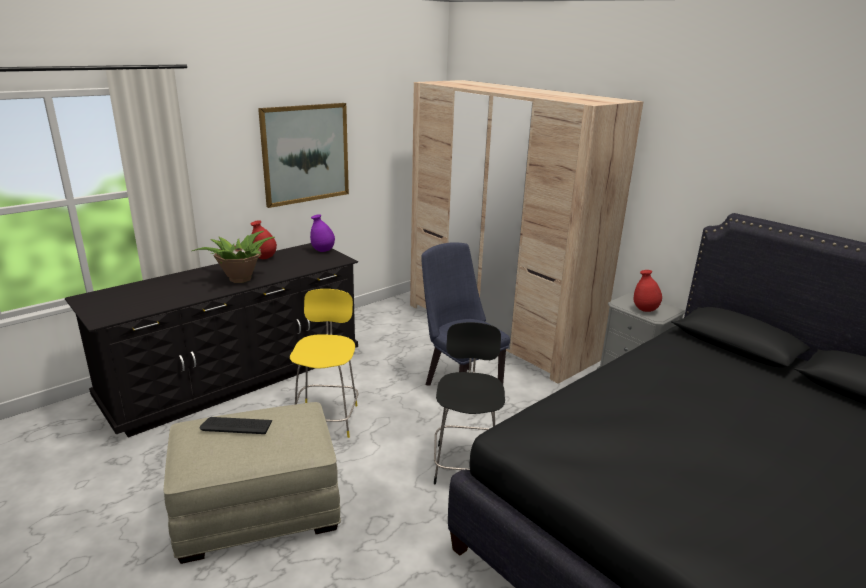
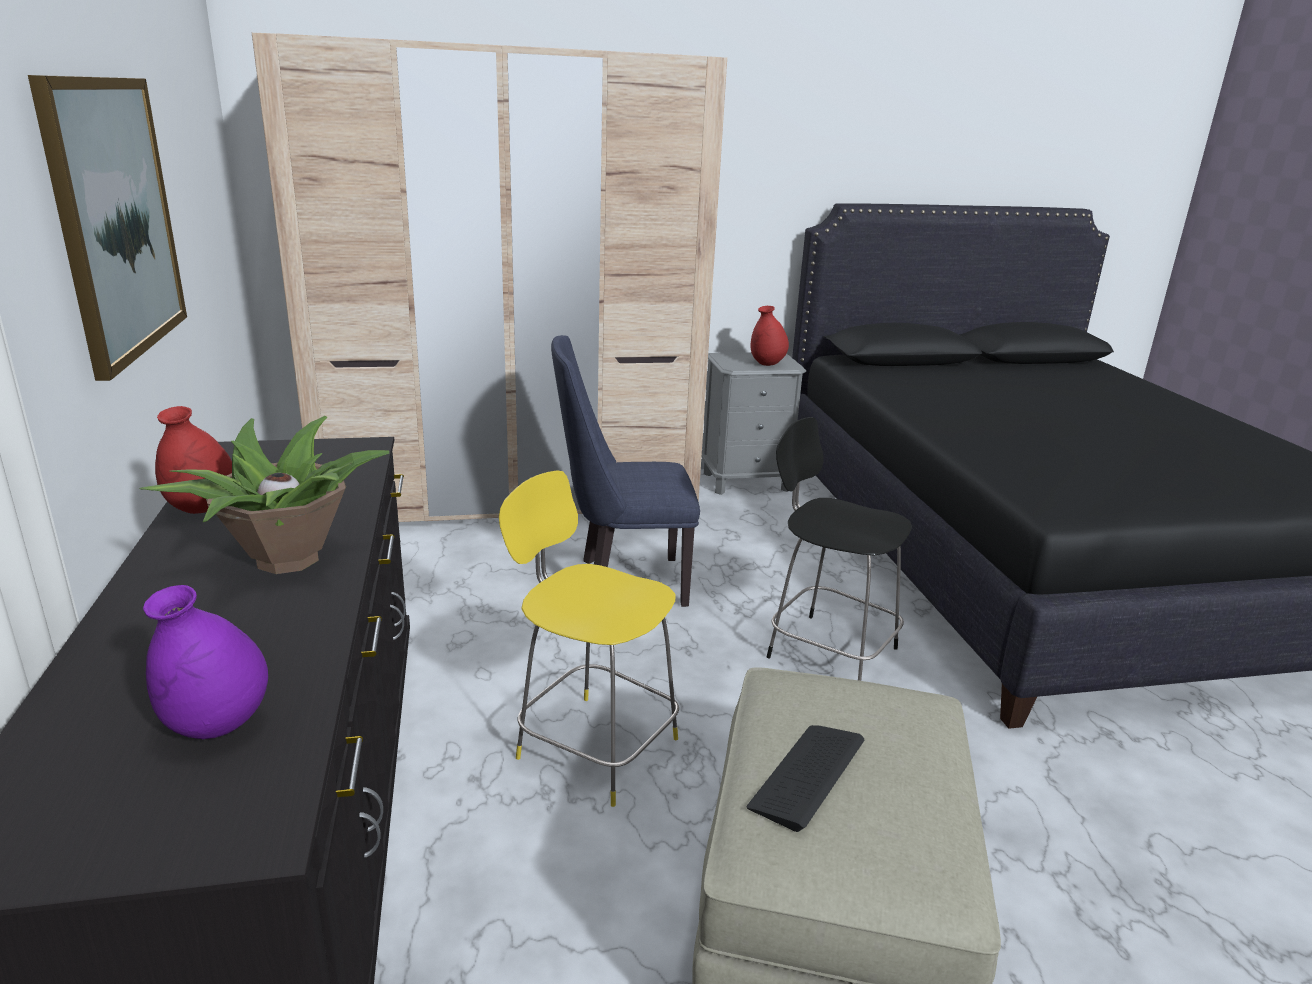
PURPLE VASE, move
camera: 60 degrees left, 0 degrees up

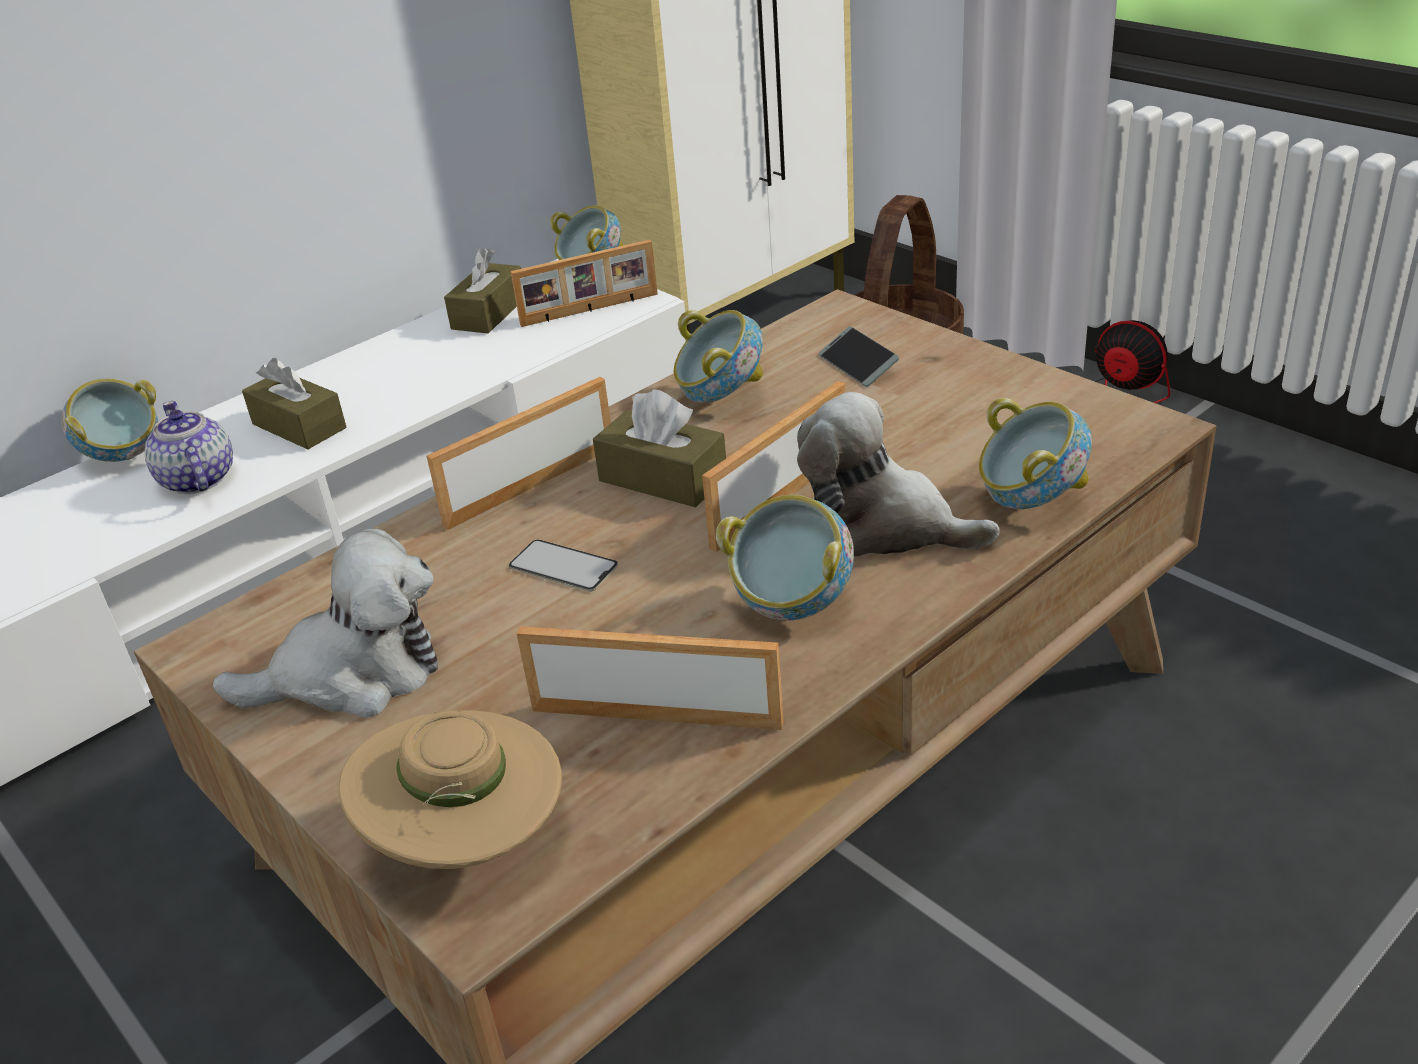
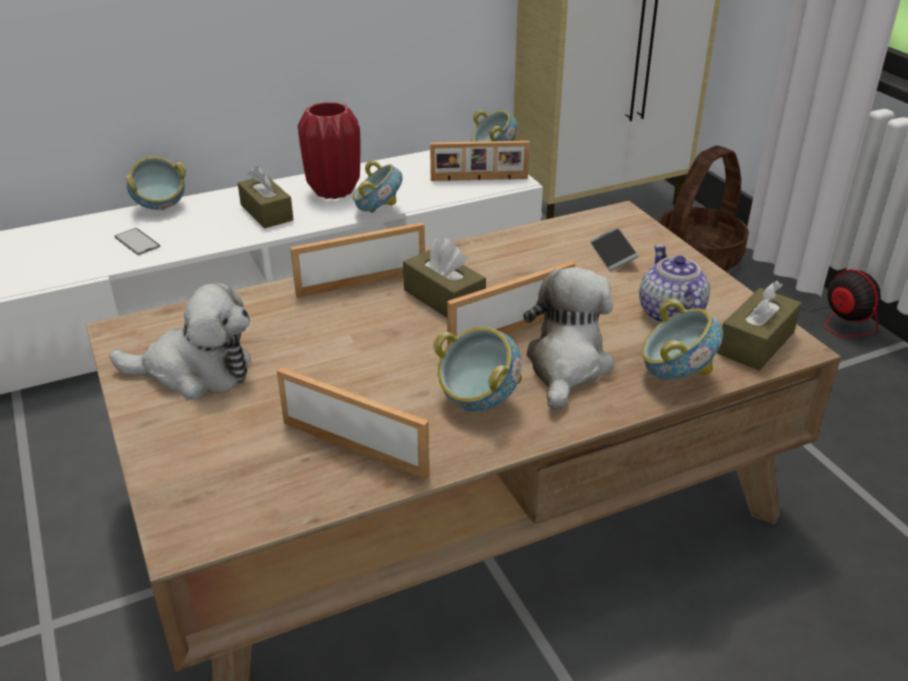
TEAPOT, move
BEIGE HAT => nothing
BROWN TISSUE BOX (2nd from left in the first image) => BROWN TISSUE BOX (3rd from left), move
PHONE (1st from left), move
BOWL (3rd from left in the first image) => BOWL (2nd from left), move
PLUSH TOY (2nd from left), 60 degrees clockwise
nothing => RED VASE
camera: 15 degrees right, 0 degrees up

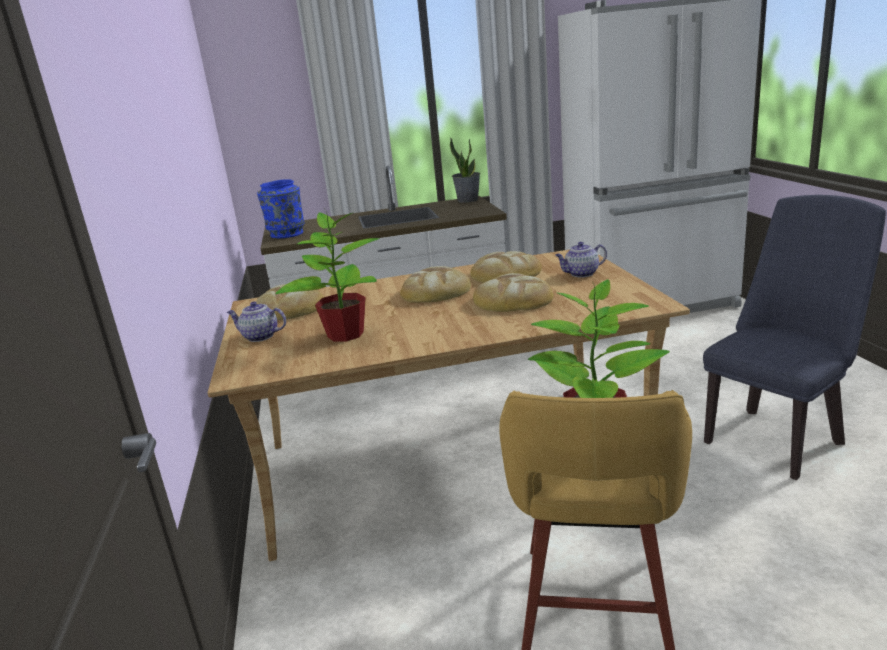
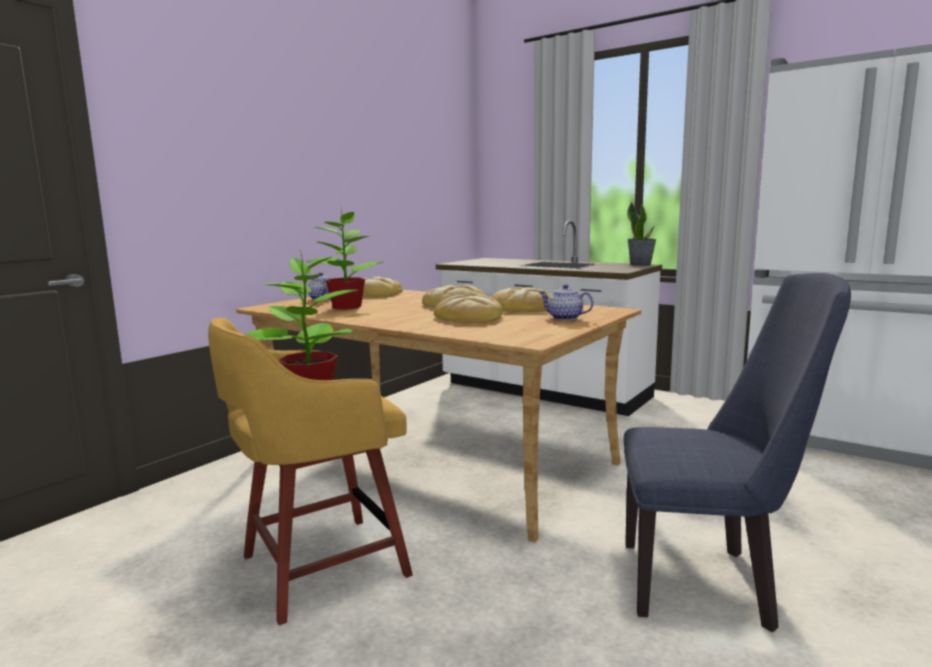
BLUE VASE => nothing
camera: 45 degrees right, 10 degrees down

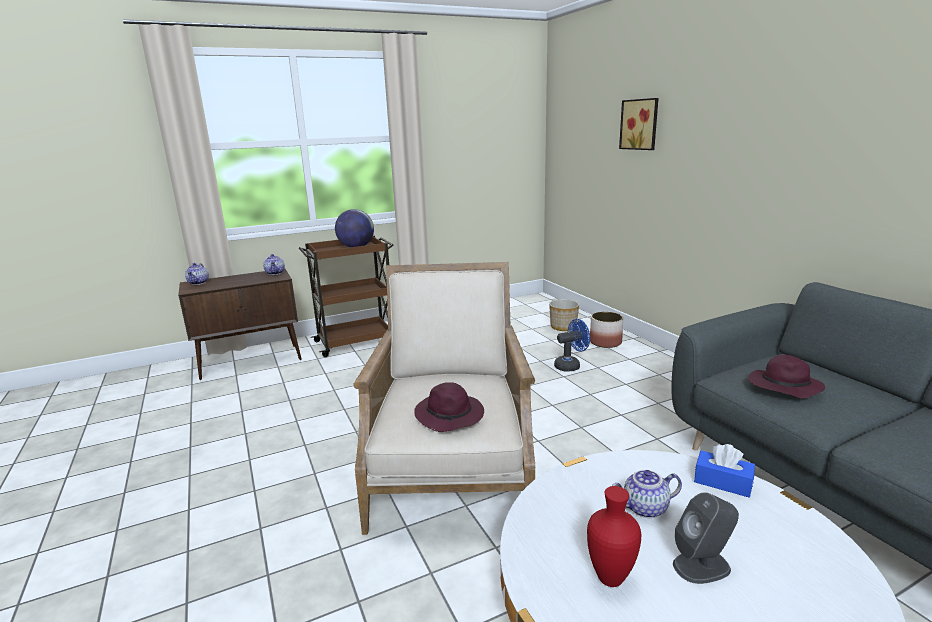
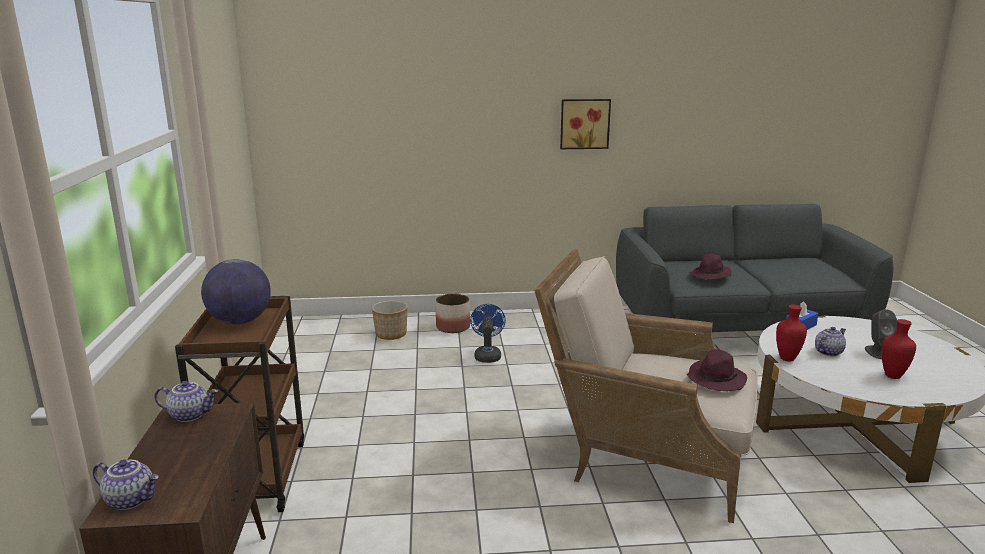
TEAPOT (3rd from left), 135 degrees counterclockwise
PICTURE, move
nothing => RED VASE (1st from left)
camera: 70 degrees left, 0 degrees up

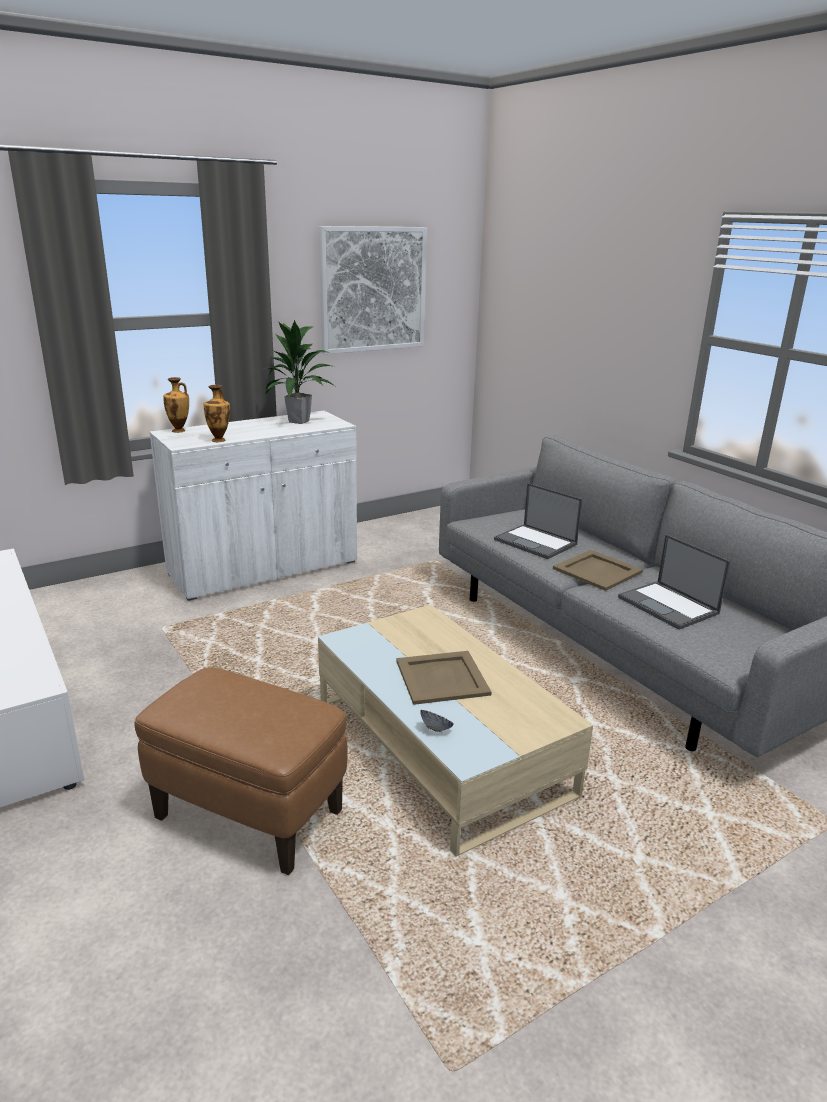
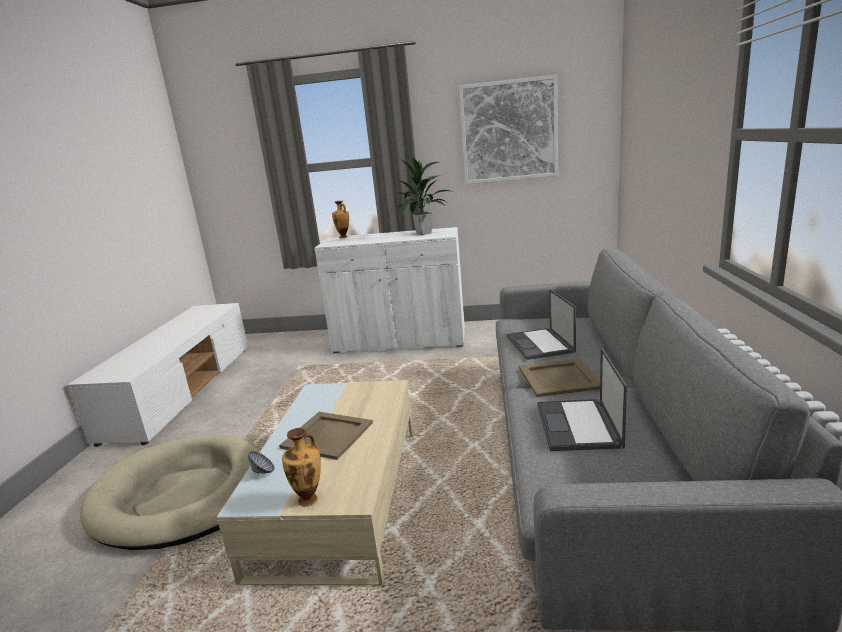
BROWN OTTOMAN => BEIGE DOG BED
VASE (2nd from left in the first image) => VASE (1st from left), move
camera: 40 degrees right, 5 degrees down

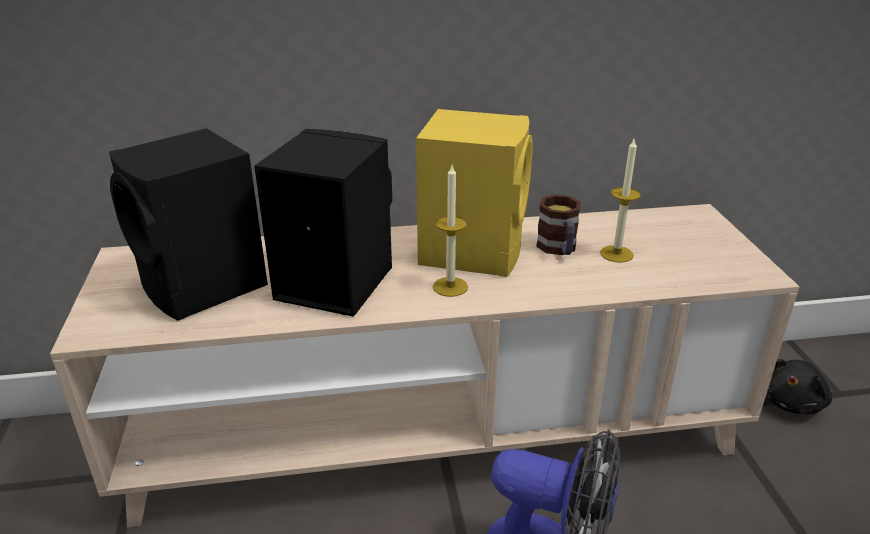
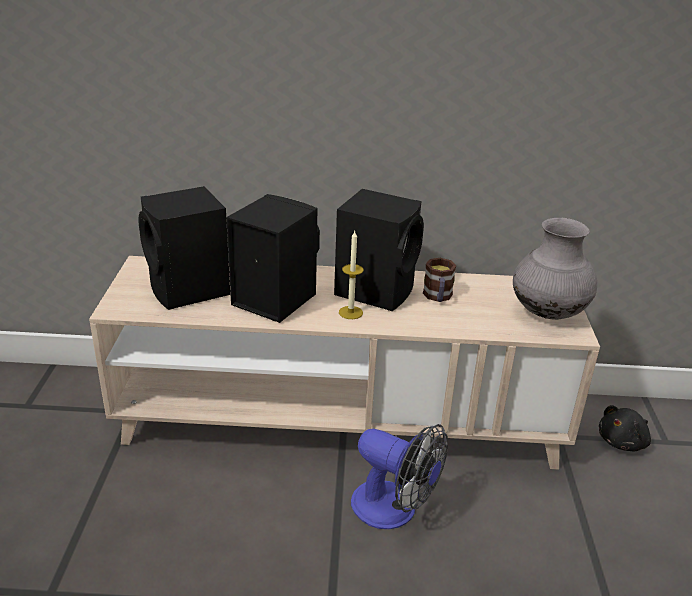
YELLOW SPEAKER => BLACK SPEAKER (3rd from left)
CANDLE (2nd from left) => nothing
nothing => GREY VASE
camera: 10 degrees right, 0 degrees up

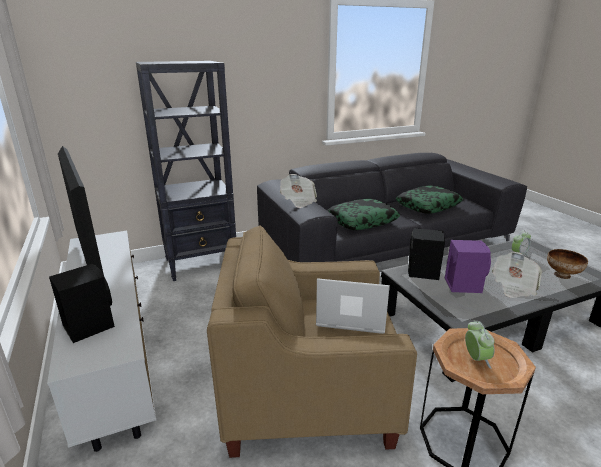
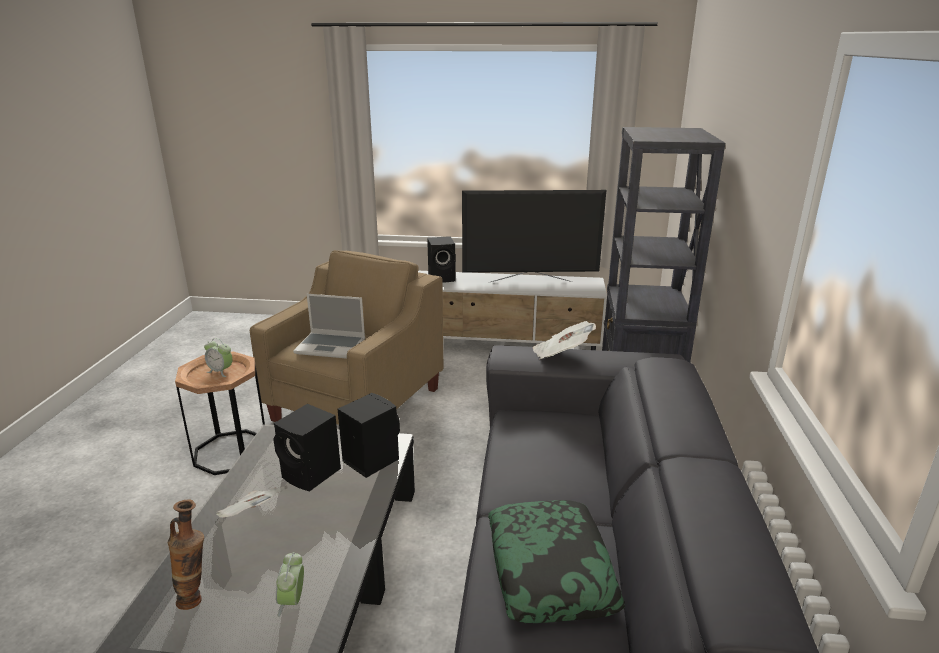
LAPTOP, 60 degrees clockwise
PILLOW (1st from left) => nothing
PURPLE SPEAKER => BLACK SPEAKER (1st from left)
BOWL => VASE
camera: 120 degrees right, 0 degrees up

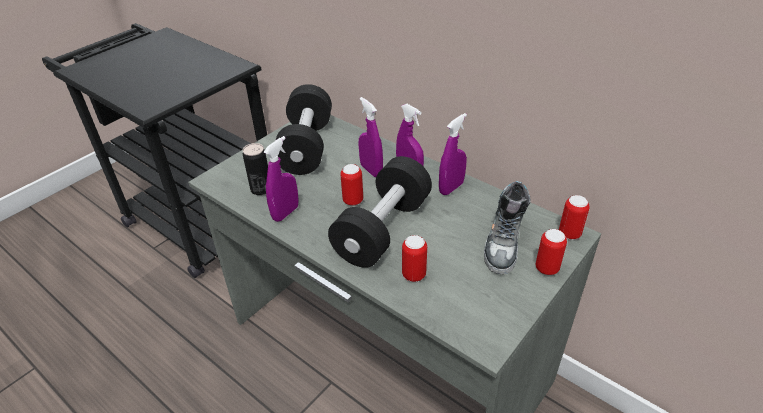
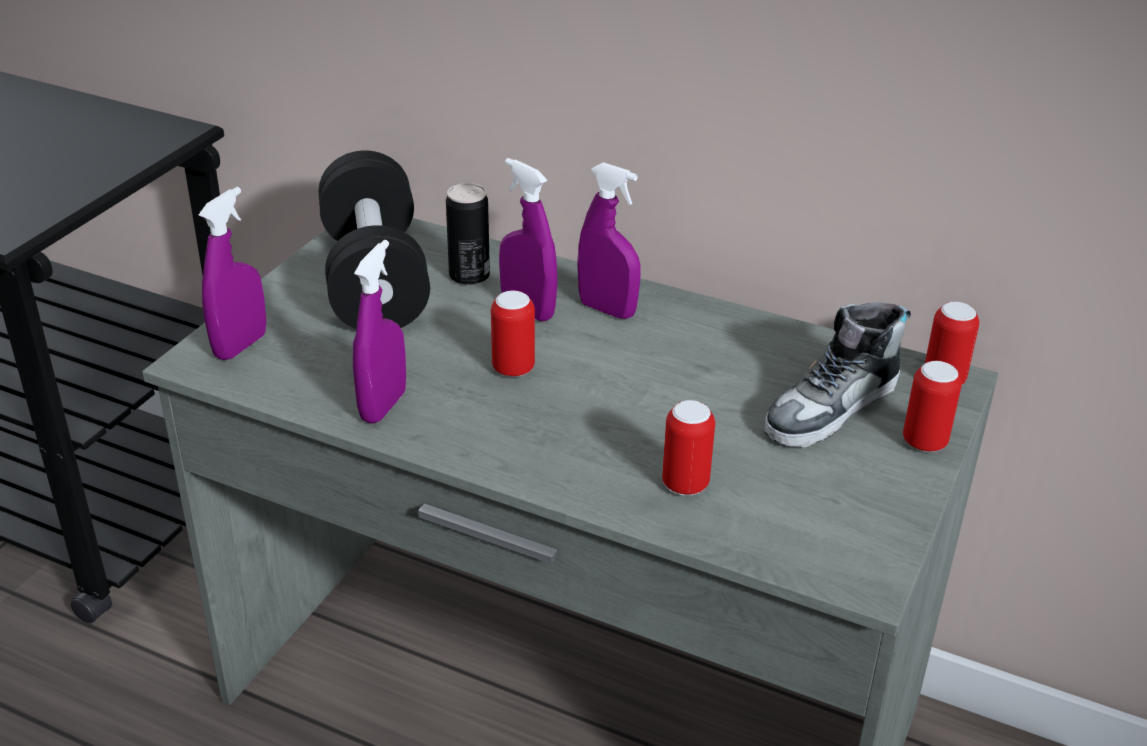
CAN (1st from left), move
BLACK DUMBBELL (2nd from left) => nothing
PURPLE SPRAY BOTTLE (4th from left in the first image) => PURPLE SPRAY BOTTLE (1st from left), move
SHOE, 45 degrees clockwise
camera: 15 degrees left, 5 degrees down

